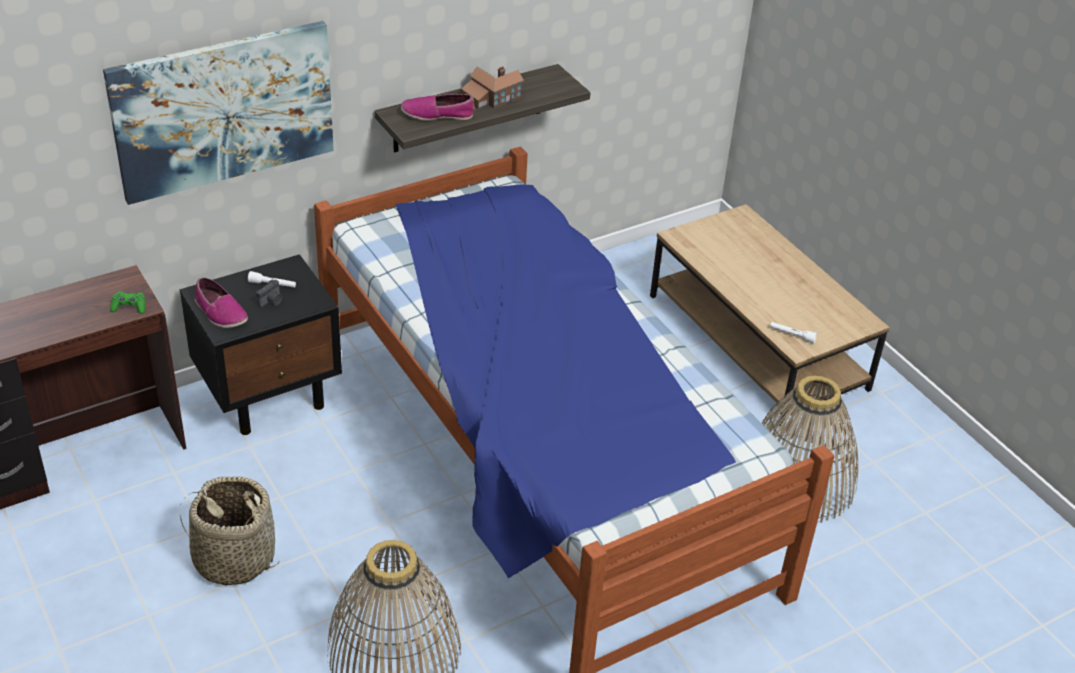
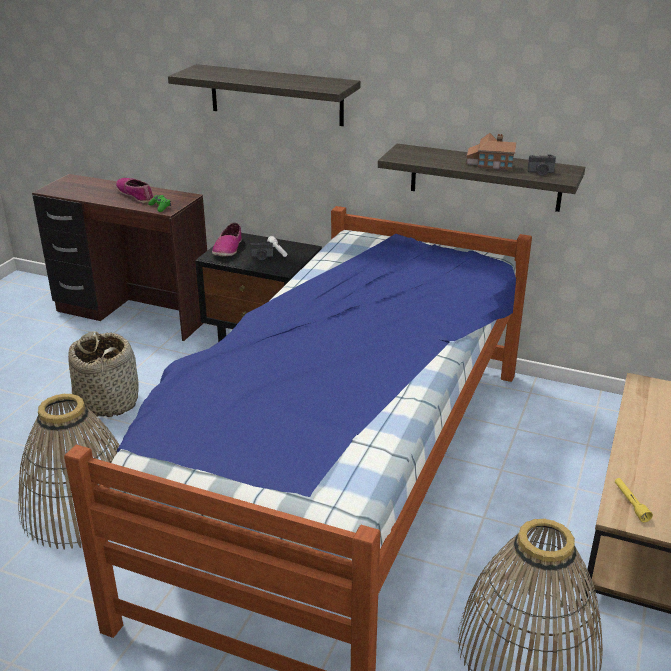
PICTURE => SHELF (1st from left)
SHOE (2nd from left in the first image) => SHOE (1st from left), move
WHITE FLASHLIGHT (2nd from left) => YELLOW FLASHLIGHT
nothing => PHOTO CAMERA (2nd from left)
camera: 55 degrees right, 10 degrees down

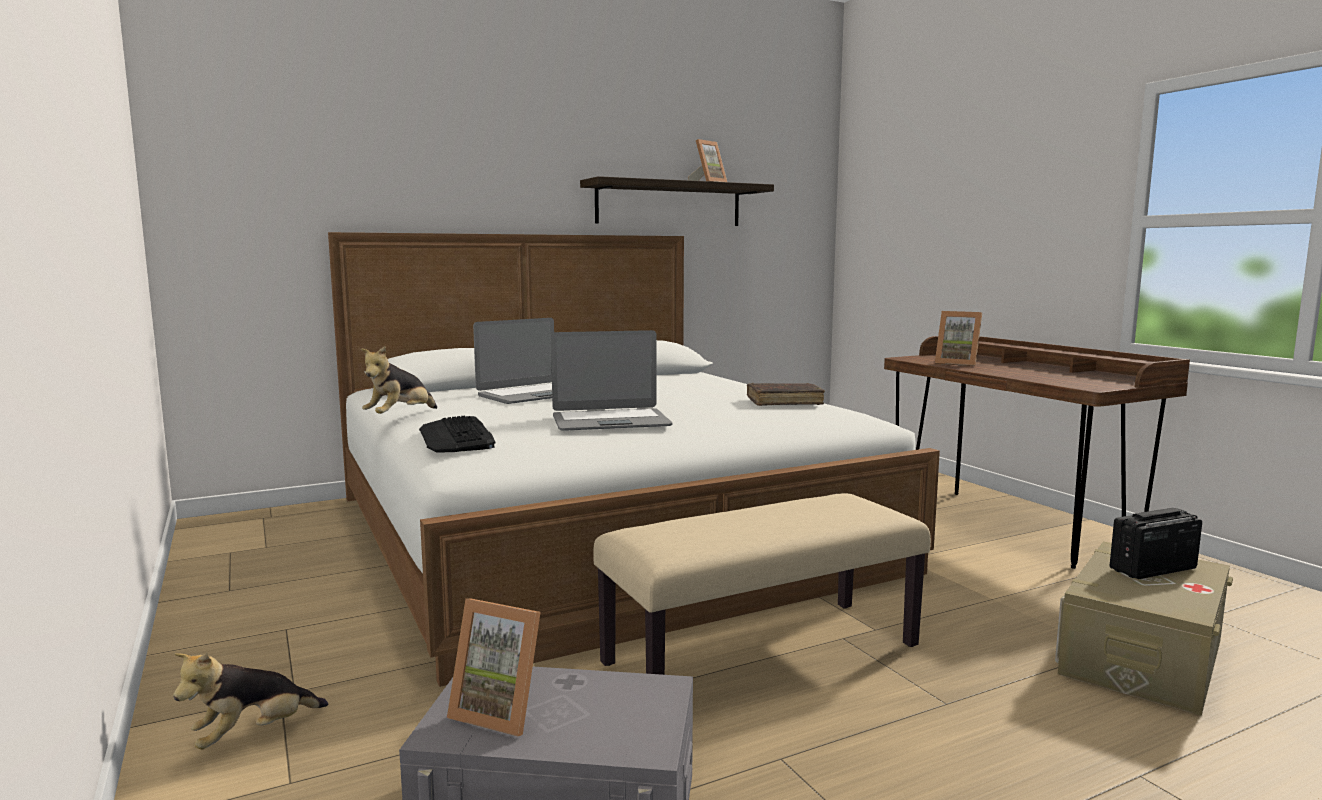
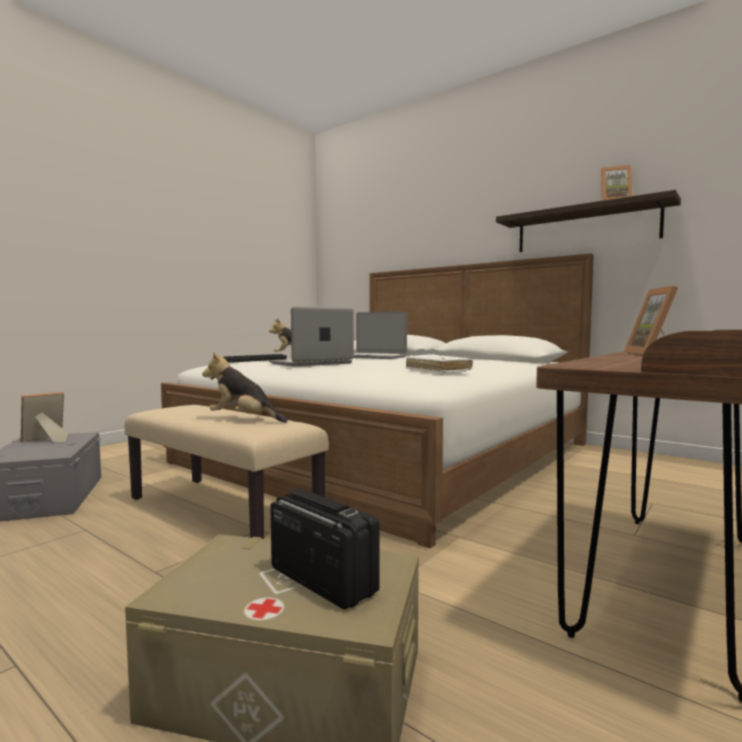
PLUSH TOY (1st from left), move
PICTURE FRAME (1st from left), 45 degrees clockwise
LAPTOP (2nd from left in the first image) => LAPTOP (1st from left), 90 degrees clockwise
BROWN BOOK => WHITE BOOK
camera: 65 degrees right, 5 degrees down

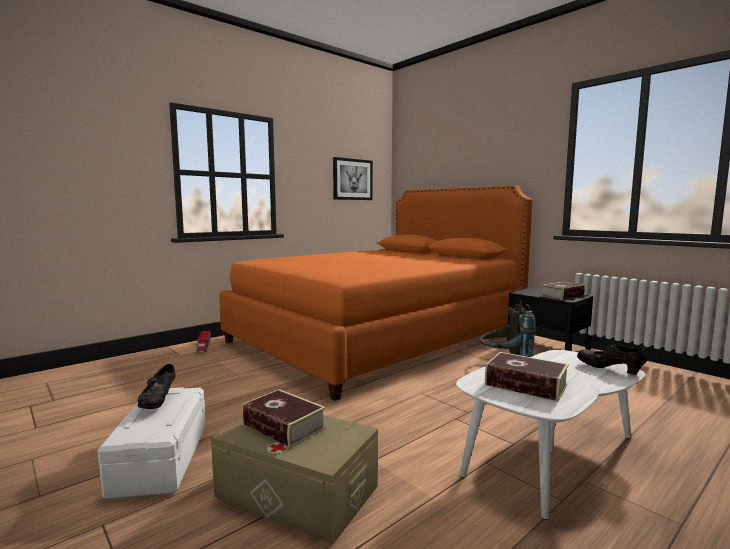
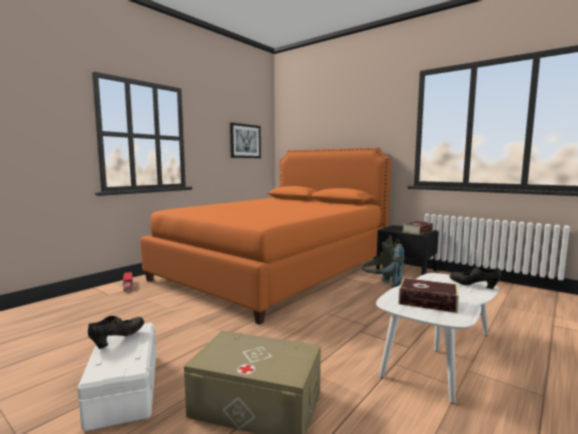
BLACK SHOE (1st from left), 135 degrees counterclockwise
BOOK (1st from left) => nothing
camera: 10 degrees left, 0 degrees up

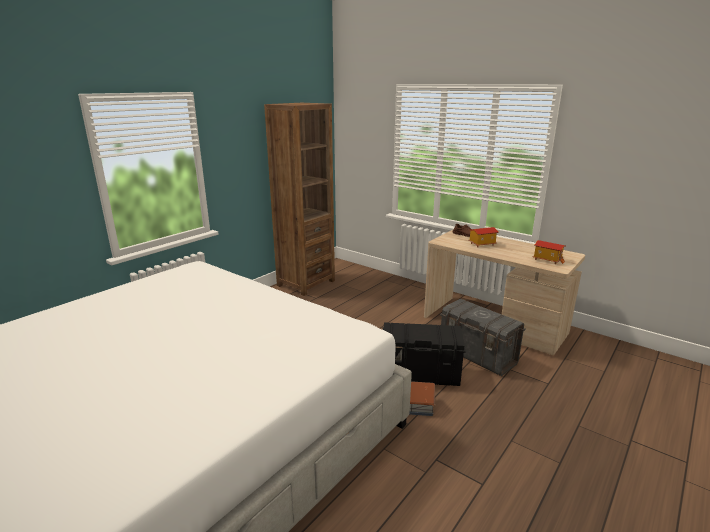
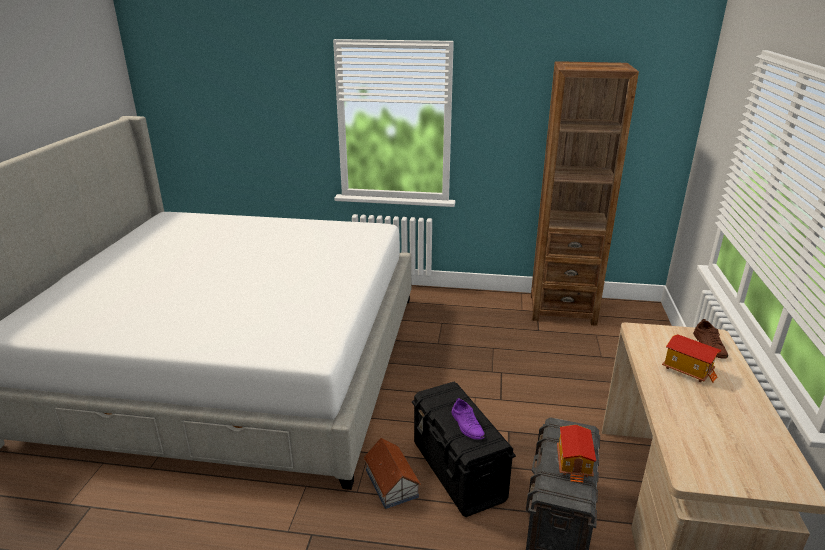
TOY HOUSE (3rd from left in the first image) => TOY HOUSE (2nd from left), move
nothing => PURPLE SHOE
camera: 60 degrees right, 5 degrees up

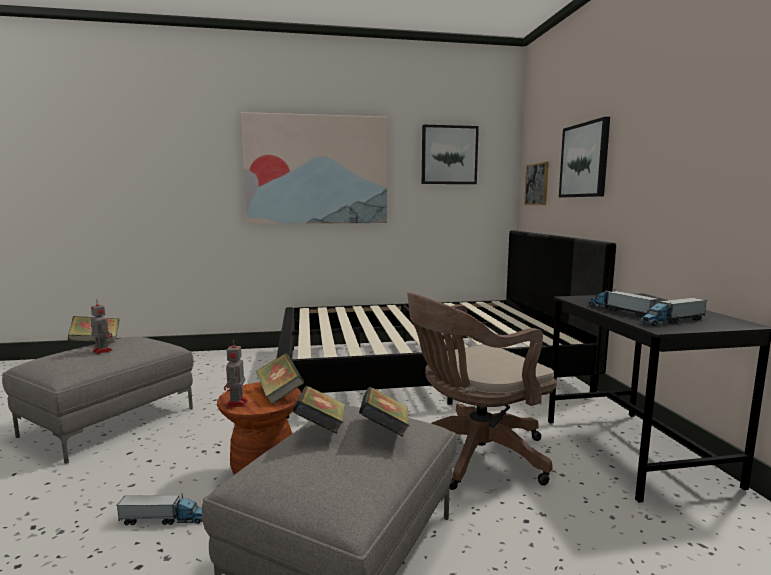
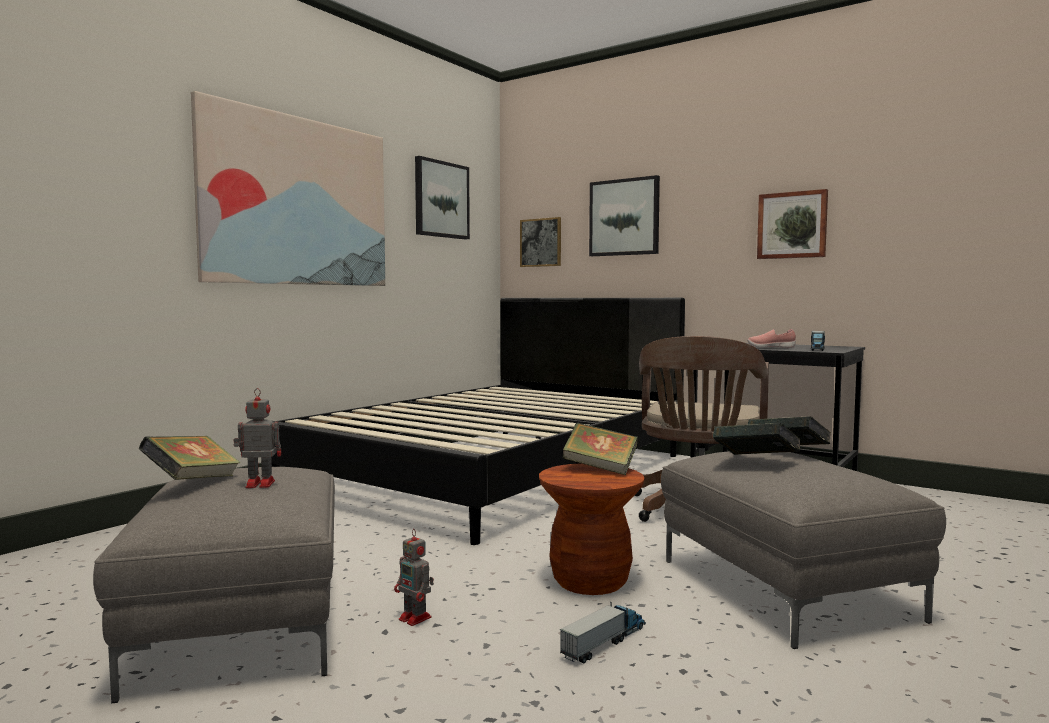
TOY ROBOT (2nd from left), move
TOY TRUCK (2nd from left) => PINK SHOE
nothing => PICTURE (5th from left)
camera: 45 degrees left, 5 degrees down

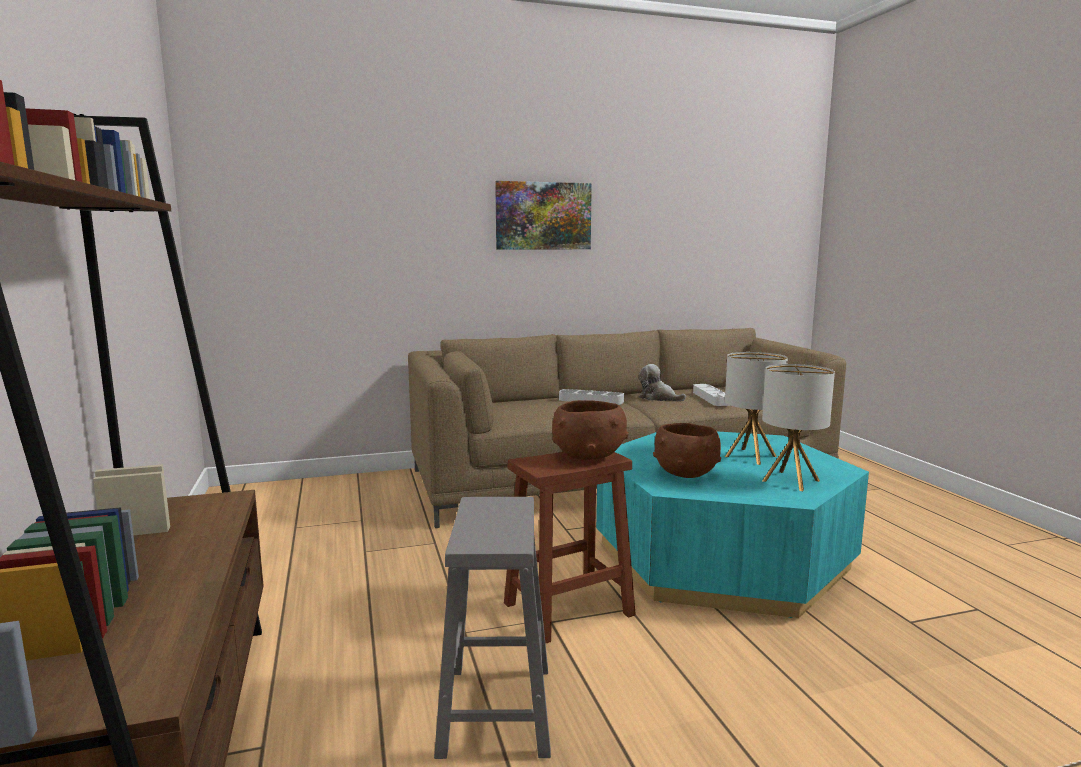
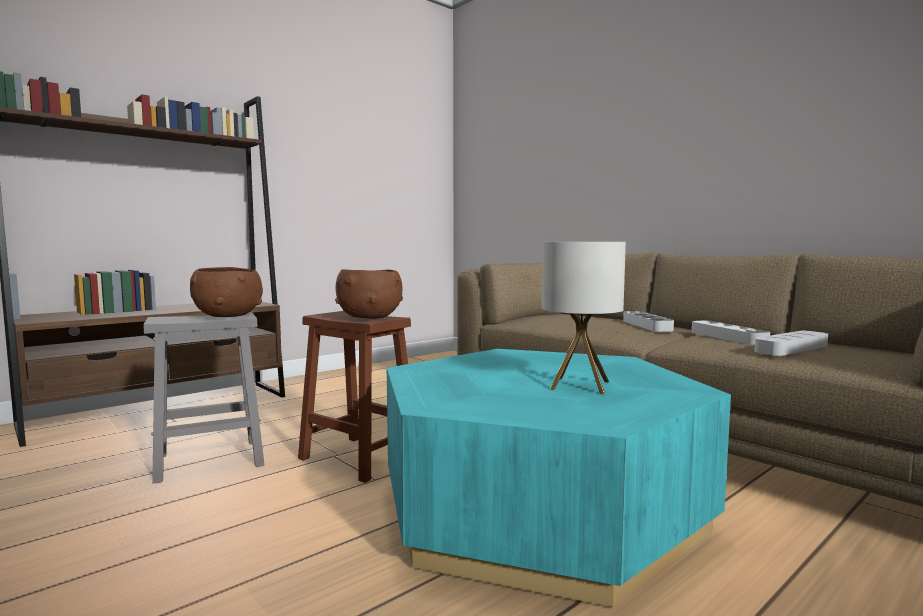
PICTURE => nothing
PLUSH TOY => GREY TRAY (2nd from left)
BROWN BOWL (2nd from left in the first image) => BROWN BOWL (1st from left), move
TABLE LAMP (2nd from left) => nothing
camera: 65 degrees right, 5 degrees down

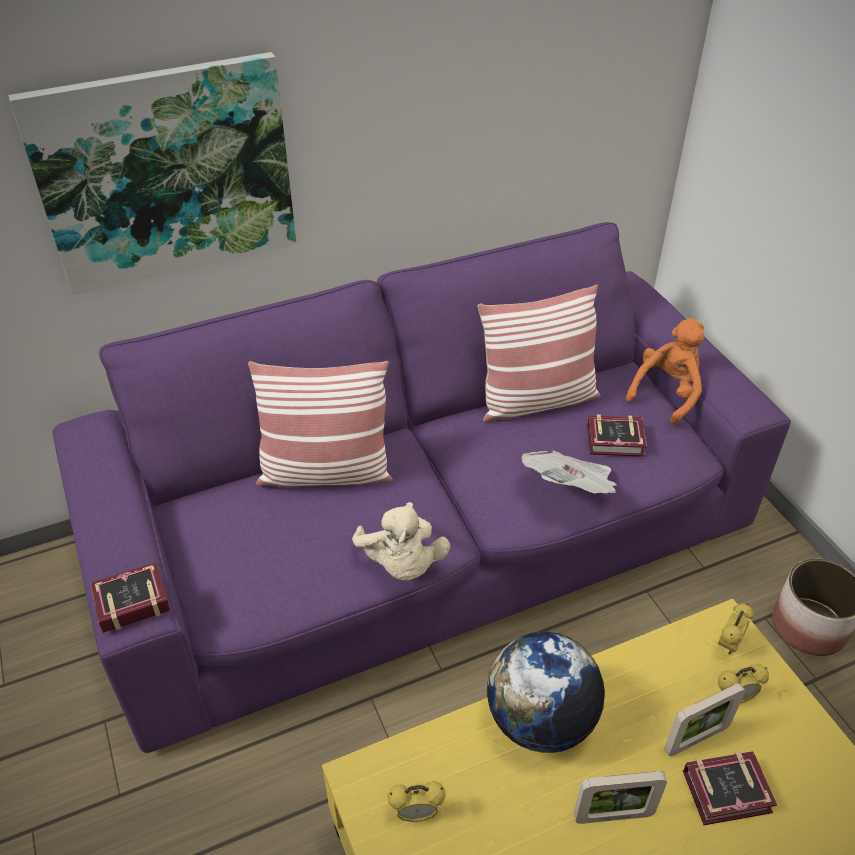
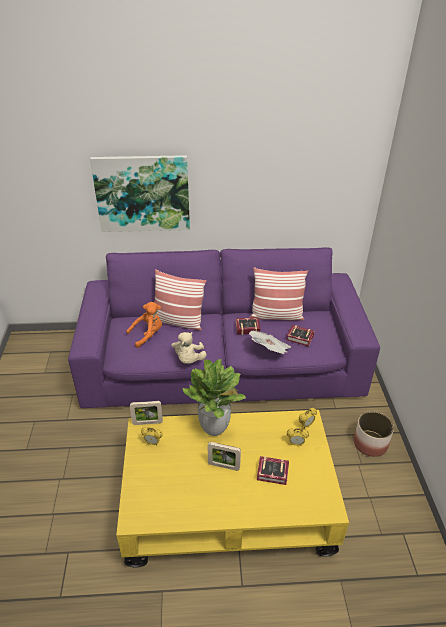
BOOK (1st from left), move
GLOBE => POTTED PLANT
ORANGE PLUSH TOY, move
PICTURE FRAME (2nd from left in the first image) => PICTURE FRAME (1st from left), move
camera: 20 degrees right, 5 degrees down

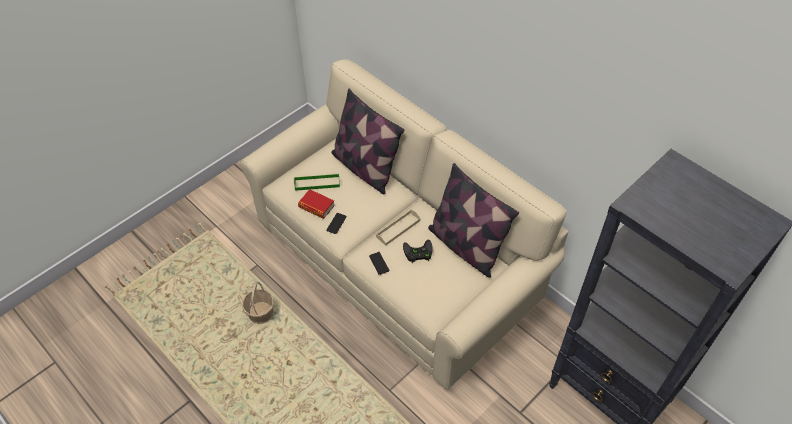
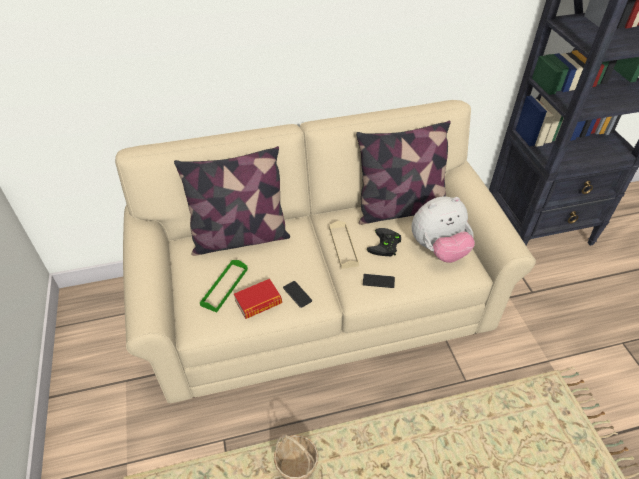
nothing => PLUSH TOY
camera: 60 degrees left, 5 degrees down

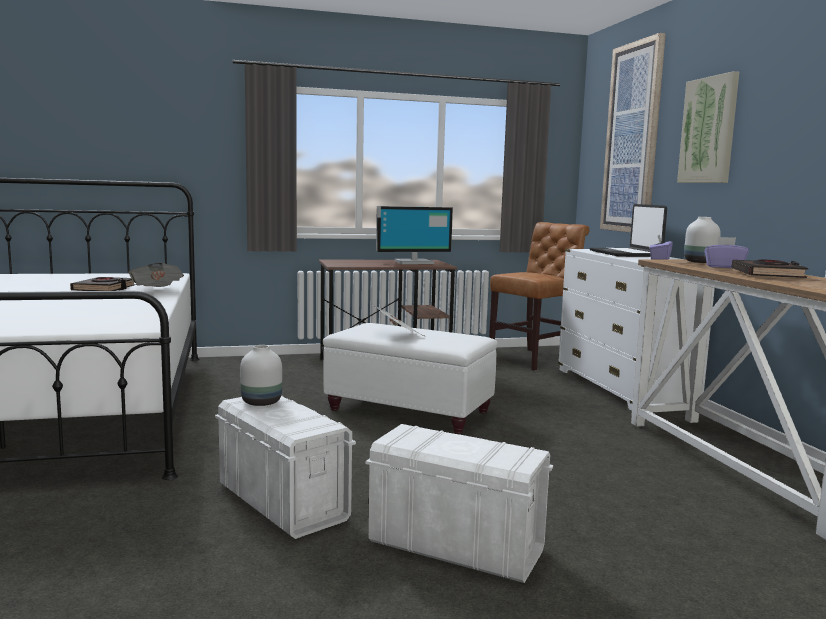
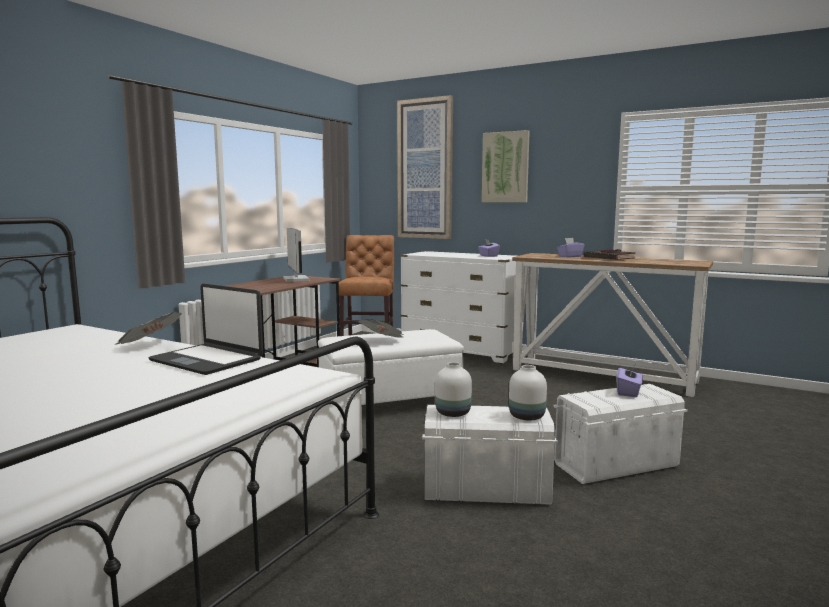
BLACK BOOK (1st from left) => nothing
MONITOR, 45 degrees counterclockwise
LAPTOP, move
WHITE VASE (2nd from left), move
nothing => PURPLE TISSUE BOX (3rd from left)
camera: 45 degrees left, 0 degrees up

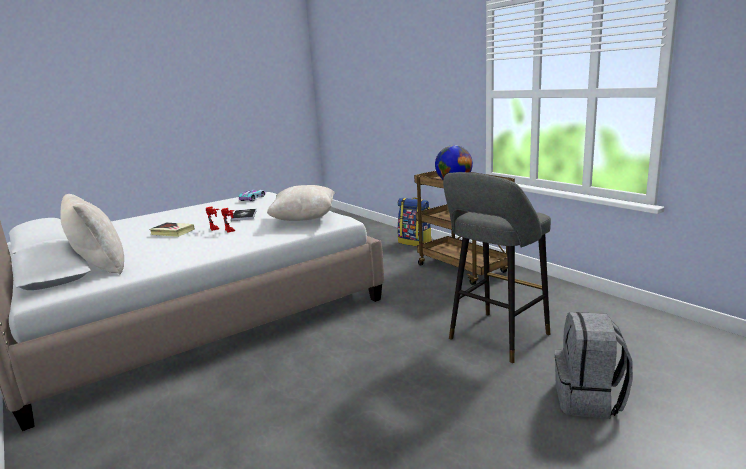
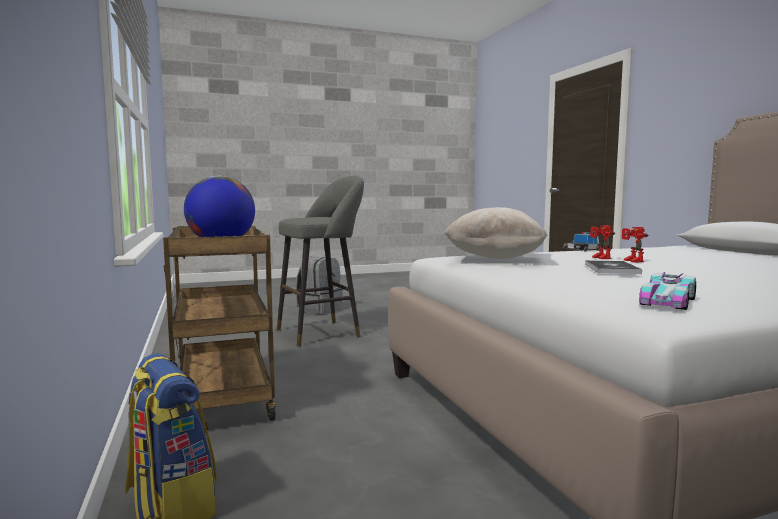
BEIGE PILLOW (1st from left) => nothing
BOOK (1st from left) => nothing
nothing => TOY CAR (1st from left)
camera: 165 degrees left, 10 degrees down

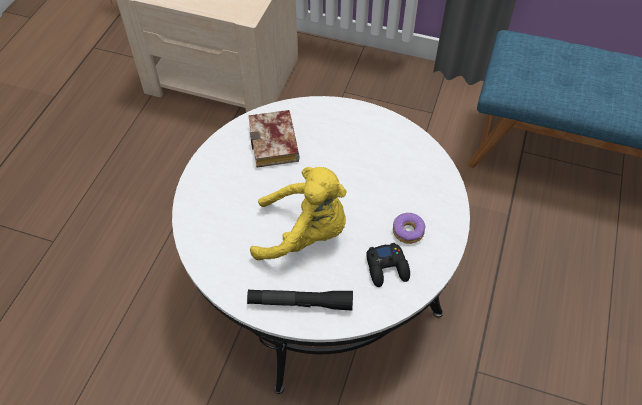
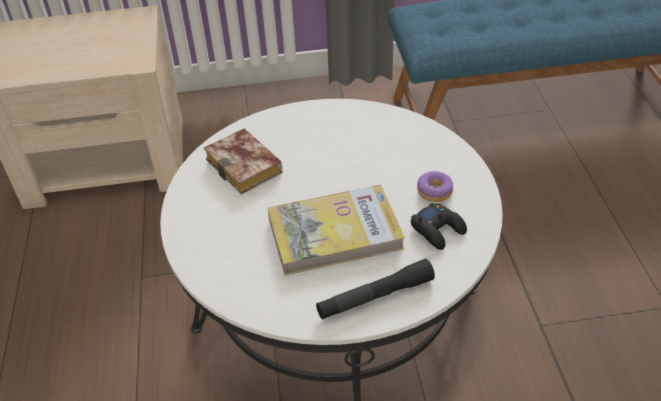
YELLOW PLUSH TOY => BOOK (2nd from left)
camera: 25 degrees left, 10 degrees down

